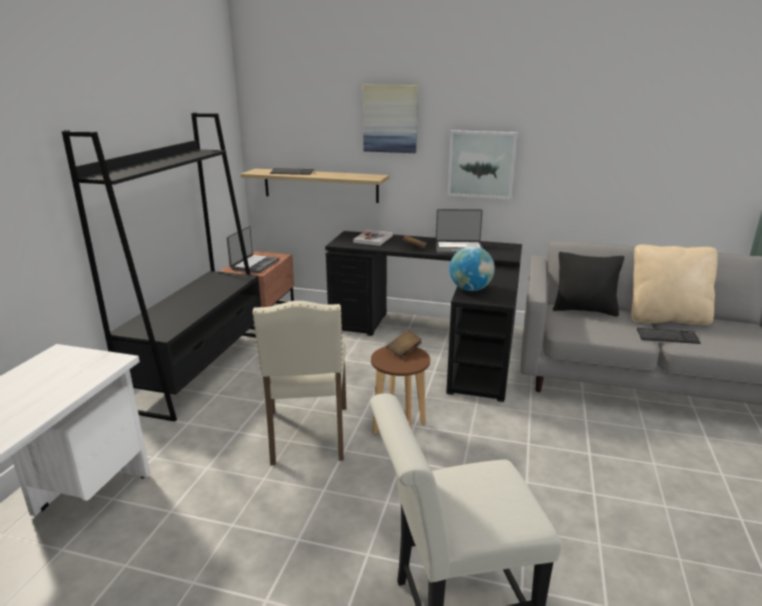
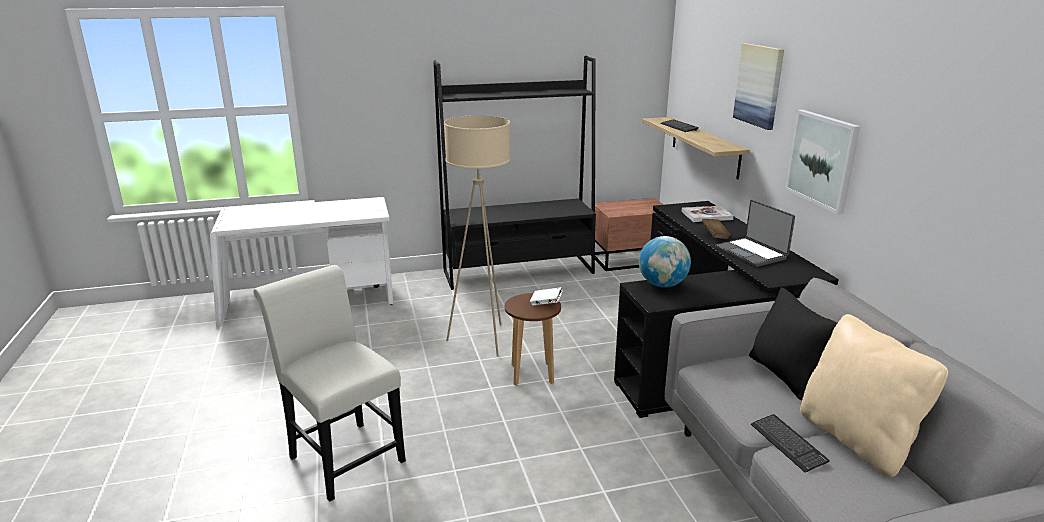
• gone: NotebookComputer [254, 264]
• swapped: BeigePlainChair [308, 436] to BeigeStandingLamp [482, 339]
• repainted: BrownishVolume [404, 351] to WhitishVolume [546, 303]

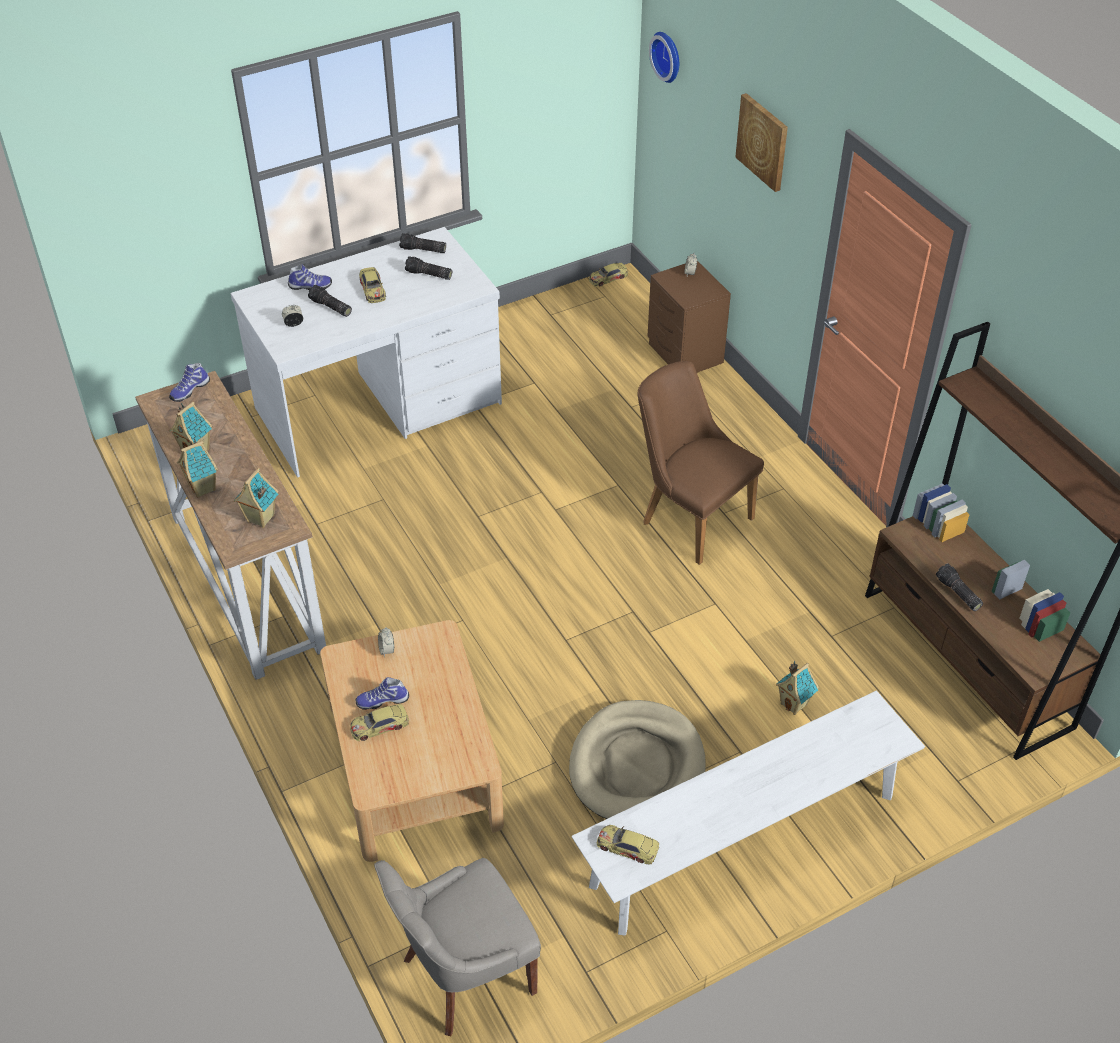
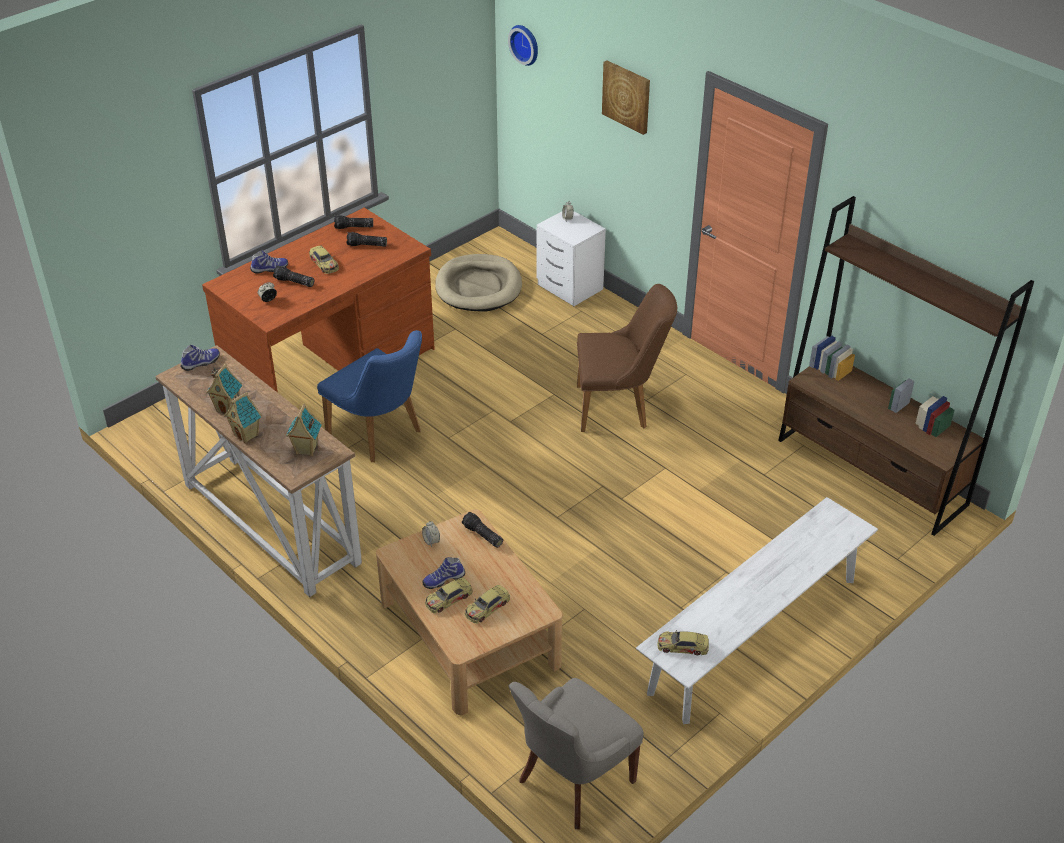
• repainted: WhitishDeskTable [379, 406] to BrownishDeskTable [331, 368]
• repainted: BrownishBedsideTable [685, 354] to WhitishBedsideTable [570, 288]
• shifted: MiniatureCar [608, 278] to [487, 607]
• rotated: BrownishPlainChair [689, 516] = [619, 407] 150 degrees clockwise
• rotated: ItemOfFootwear [189, 390] = [201, 363] 150 degrees counterclockwise
• shifted: Torch [957, 593] to [482, 535]
• gone: MiniatureHouse [794, 704]
• shifted: BeigeDogBed [637, 767] to [478, 287]
• new: BluishPlainChair [381, 435]

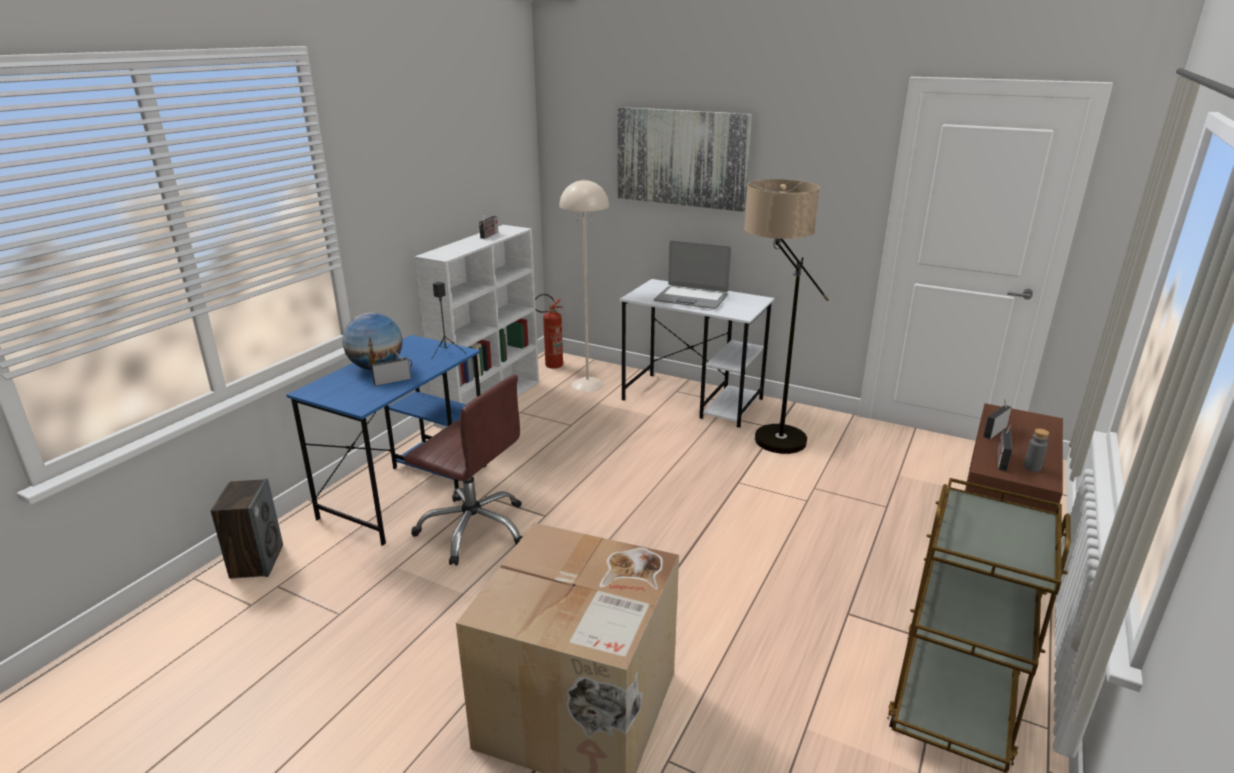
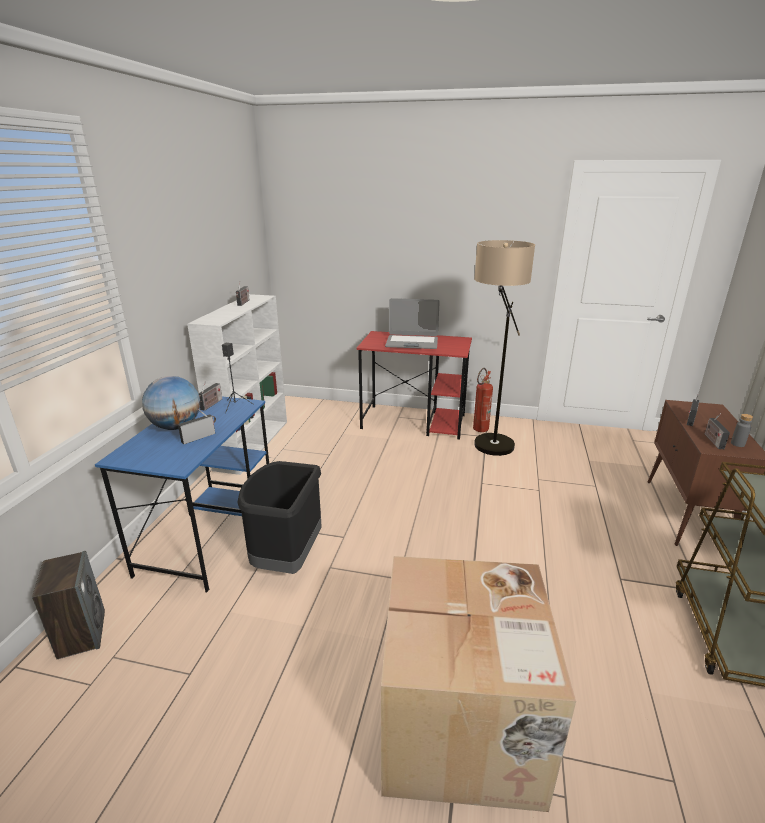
• gone: WallPicture [681, 158]
• gone: BeigeStandingLamp [587, 384]
• repainted: WhitishDeskTable [693, 399] to RedDeskTable [414, 422]
• shifted: FireFightingCylinder [550, 366] to [479, 430]
• swapped: BrownishDeskChair [474, 528] to BlackishRubbishBin [286, 560]
• new: RadioReceiver [211, 405]

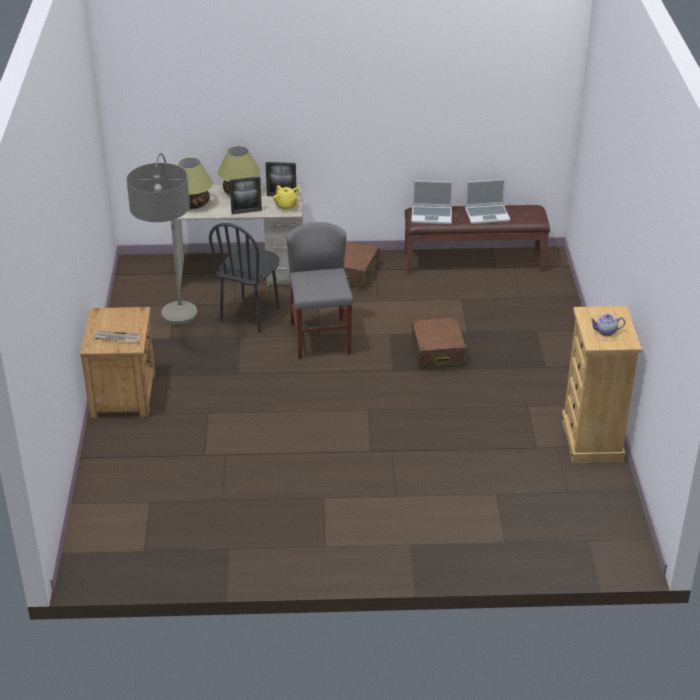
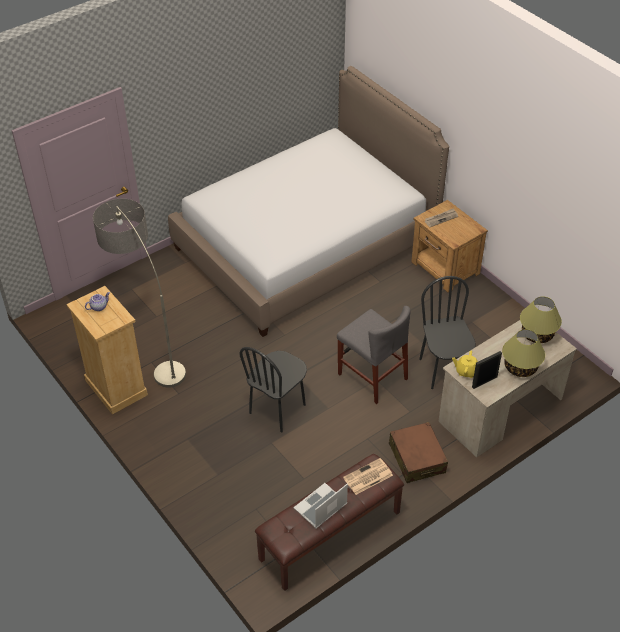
• shifted: StandingLamp [175, 340] to [150, 352]
• gone: PhotoFrame [246, 211]
• swapped: NotebookComputer [432, 216] to PrintedPaper [367, 477]
• swapped: BrownishTravelCase [437, 352] to BlackishPlainChair [277, 409]
• new: SleepingBed [306, 245]

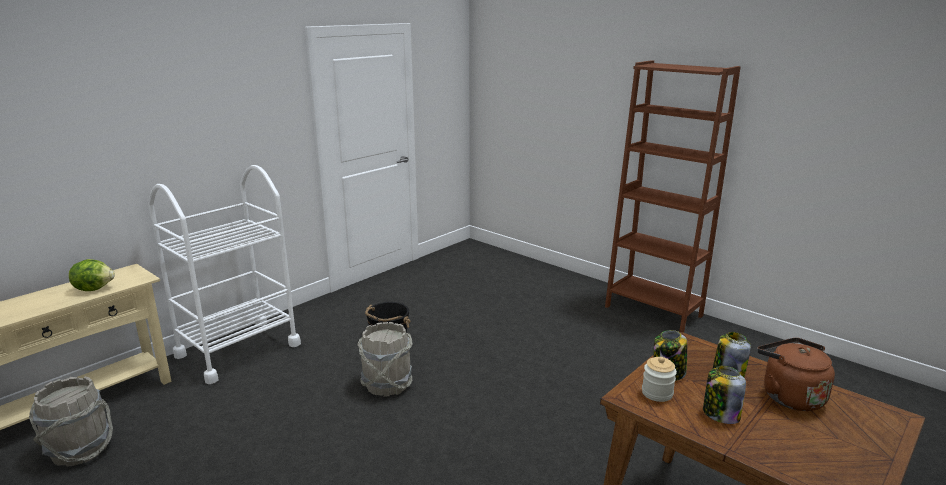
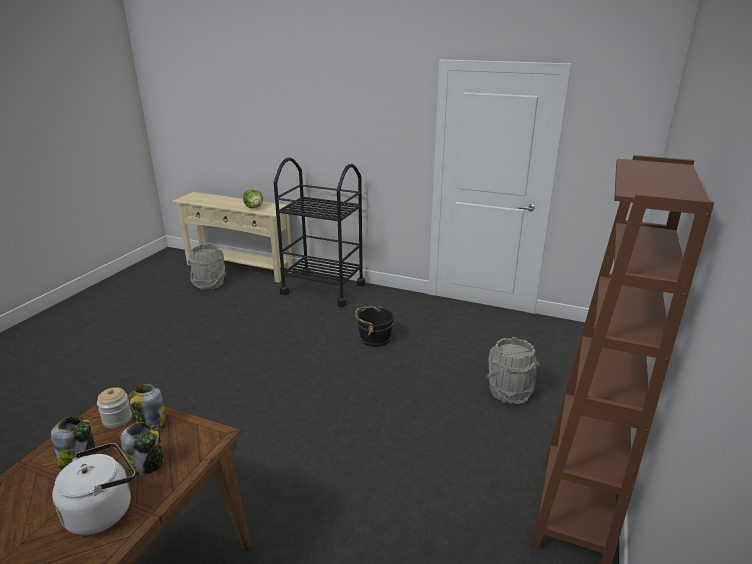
• repainted: WhitishCart [238, 350] to BlackishCart [323, 289]
• shifted: GreyishPail [387, 384] to [509, 392]
• repainted: BrownishKettle [789, 396] to WhitishKettle [103, 510]

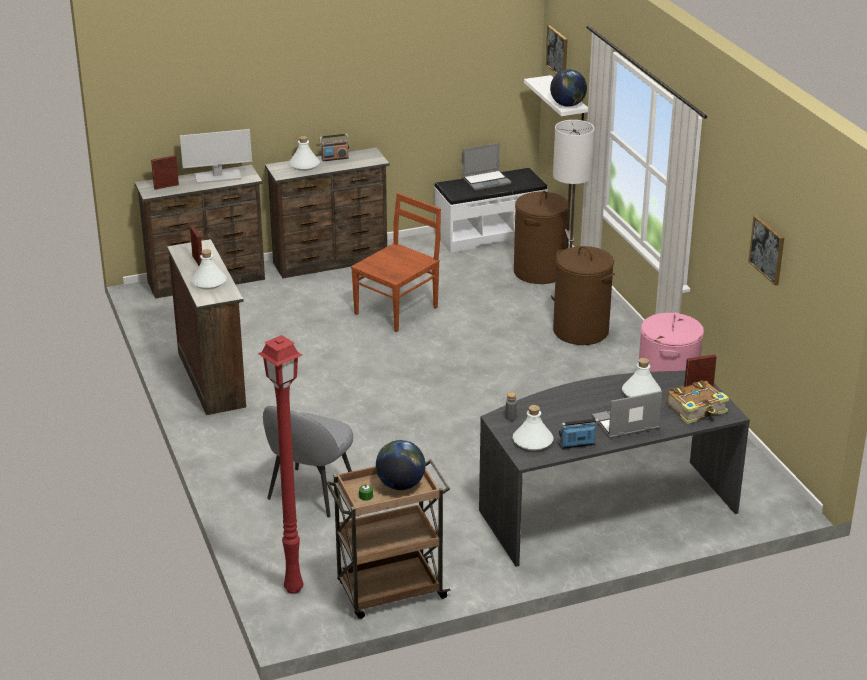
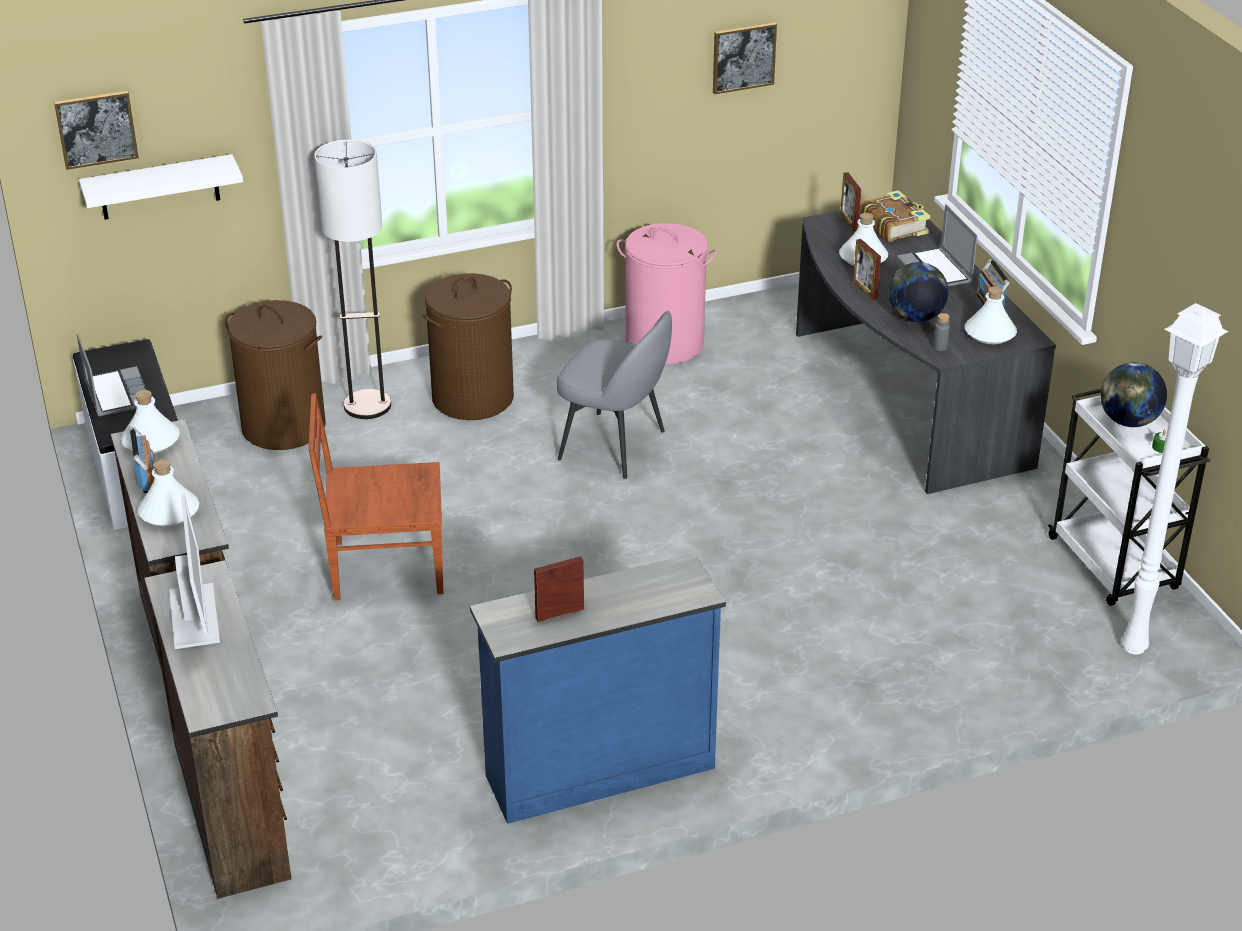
• shifted: Globe [567, 105] to [915, 317]
• shifted: PhotoFrame [166, 186] to [865, 290]
• rotated: BrownishPlainChair [398, 310] = [384, 567] 45 degrees counterclockwise
• repainted: BrownishChestOfDrawers [213, 378] to BluishChestOfDrawers [597, 770]
• shifted: WhitishBottle [208, 282] to [150, 441]
• repainted: RedStandingLamp [292, 588] to WhitishStandingLamp [1134, 649]
• shifted: GreyishPlainChair [310, 494] to [615, 446]
• repainted: BrownishCart [389, 591] to WhitishCart [1114, 565]

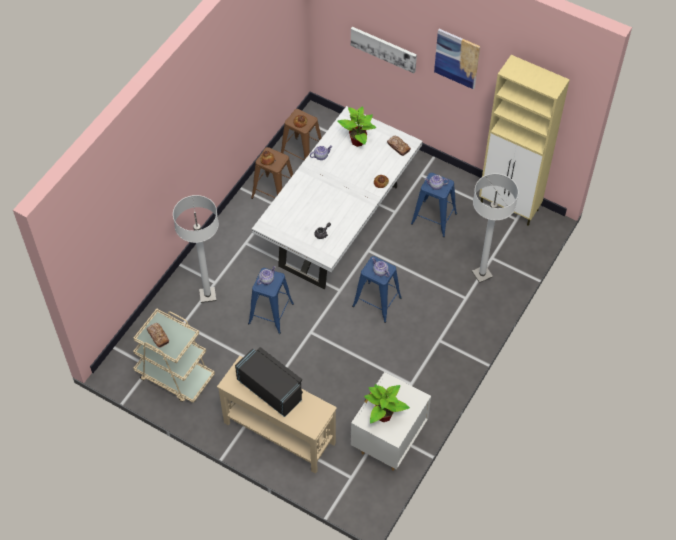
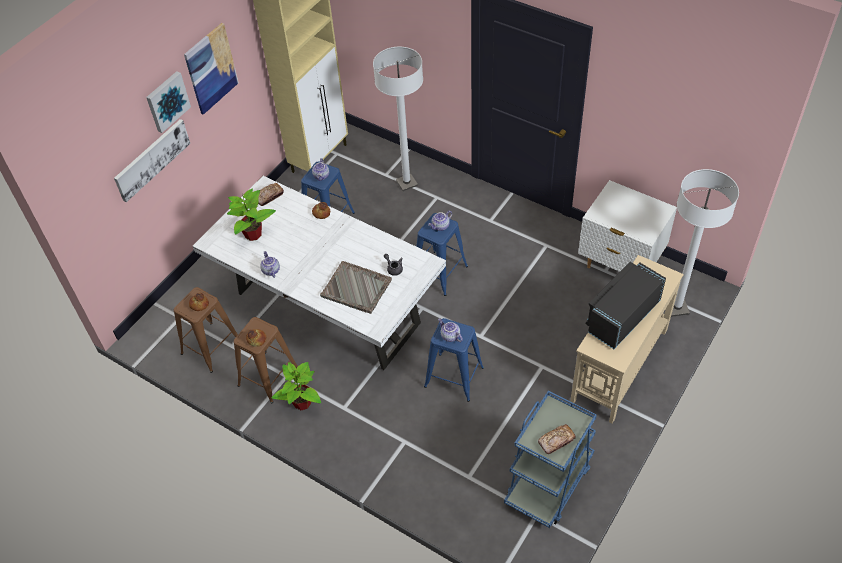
• shifted: WhitishStandingLamp [207, 295] to [677, 308]
• repainted: BeigeCart [174, 375] to BluishCart [548, 483]
• shifted: Houseplant [383, 415] to [302, 403]
• new: WallPicture [167, 101]
• new: GreyishTray [357, 288]

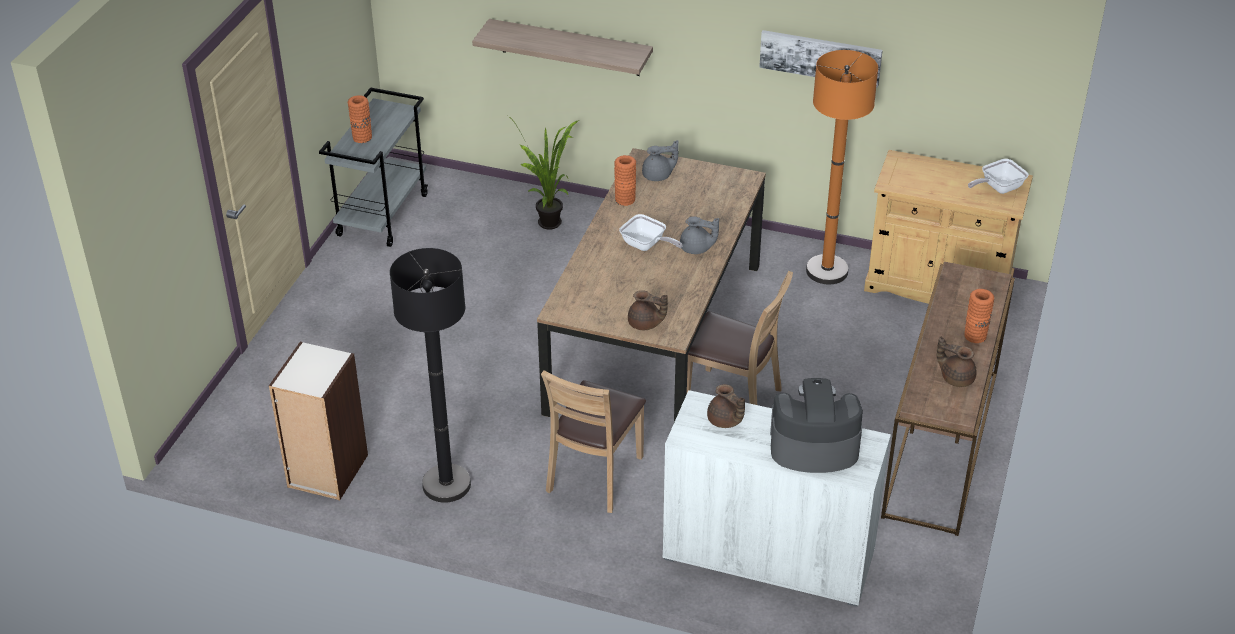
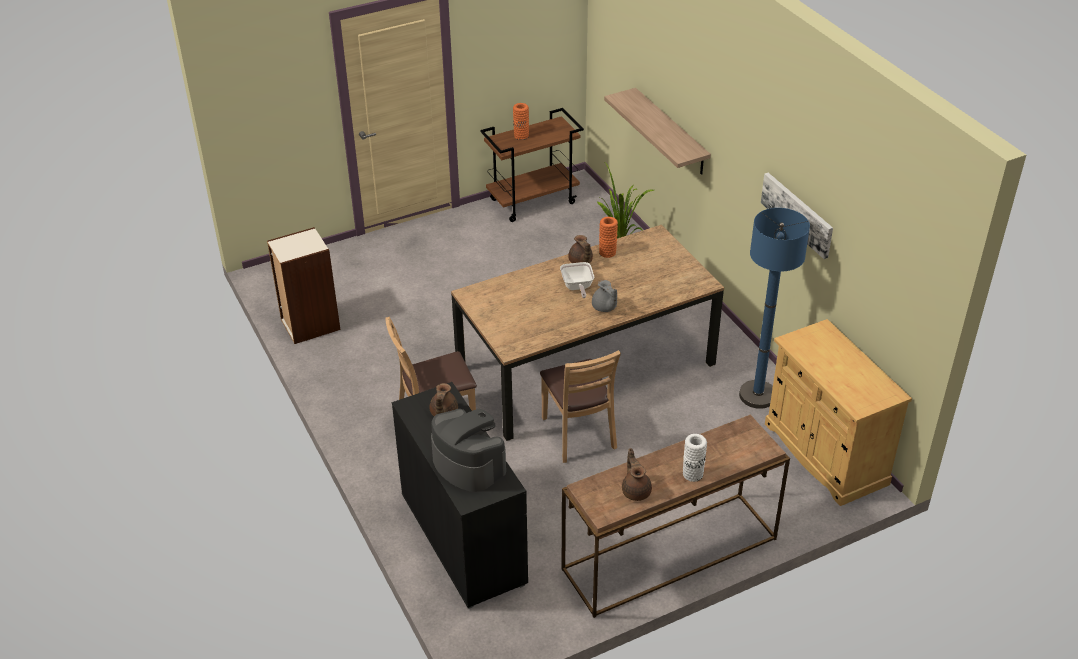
• repainted: OrangeyStandingLamp [827, 271] to BluishStandingLamp [757, 395]
• repainted: GreyishCart [382, 214] to BrownishCart [533, 201]
• gone: GreyishTeapot [658, 176]
• gone: Skillet [998, 188]
• gone: BlackishStandingLamp [446, 484]
• repainted: OrangeyDecorativeVase [975, 336] to WhitishDecorativeVase [692, 474]
• shifted: BrownishTeapot [645, 324] to [580, 262]
• repainted: WhitishCabinet [768, 554] to BlackishCabinet [463, 538]

